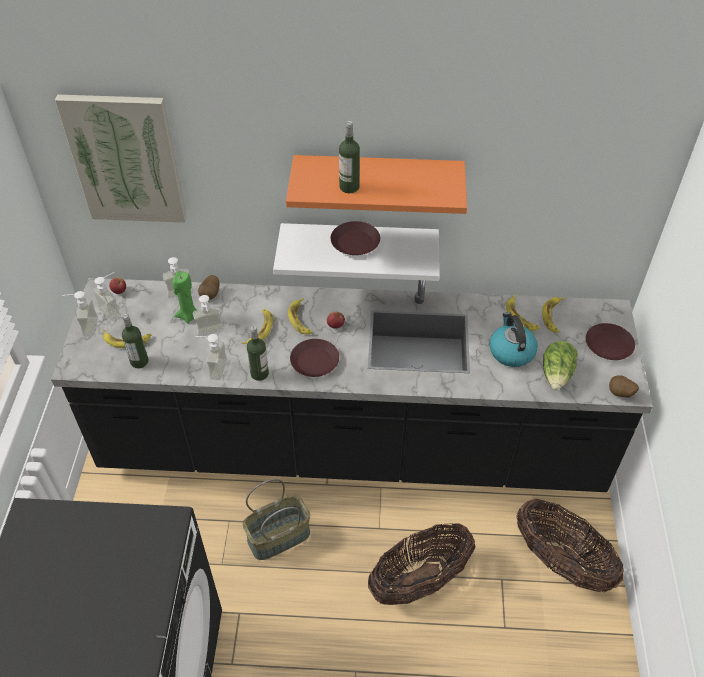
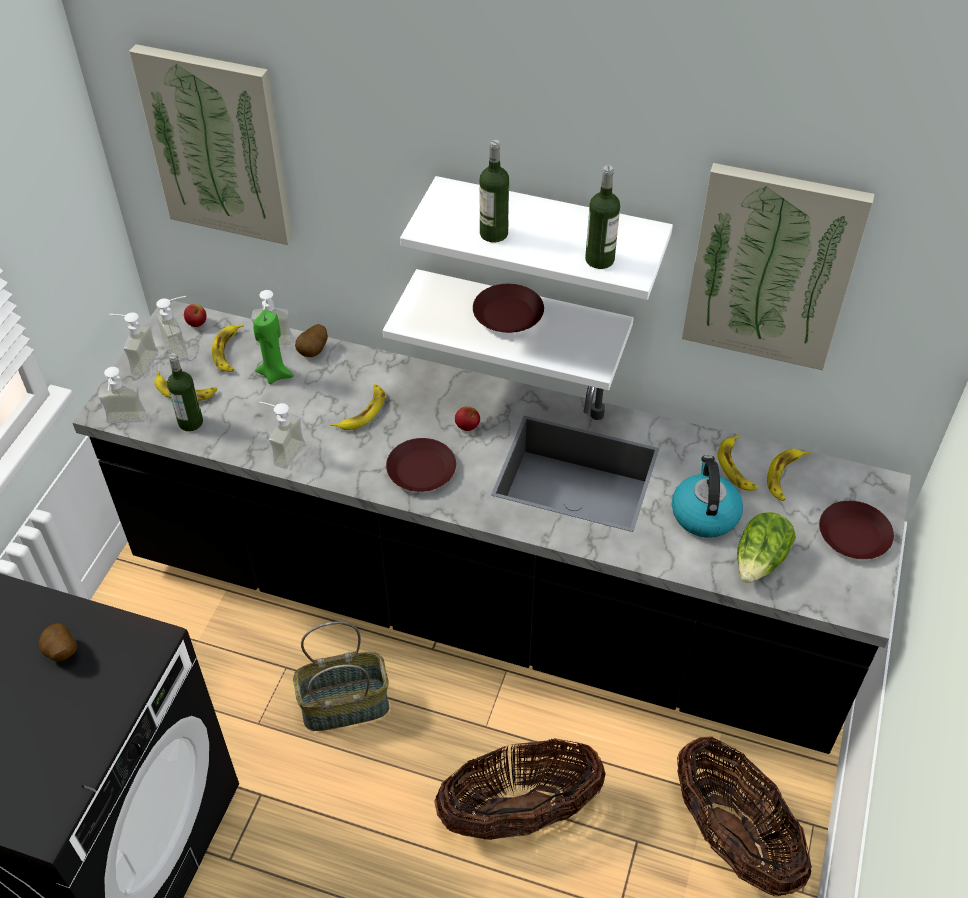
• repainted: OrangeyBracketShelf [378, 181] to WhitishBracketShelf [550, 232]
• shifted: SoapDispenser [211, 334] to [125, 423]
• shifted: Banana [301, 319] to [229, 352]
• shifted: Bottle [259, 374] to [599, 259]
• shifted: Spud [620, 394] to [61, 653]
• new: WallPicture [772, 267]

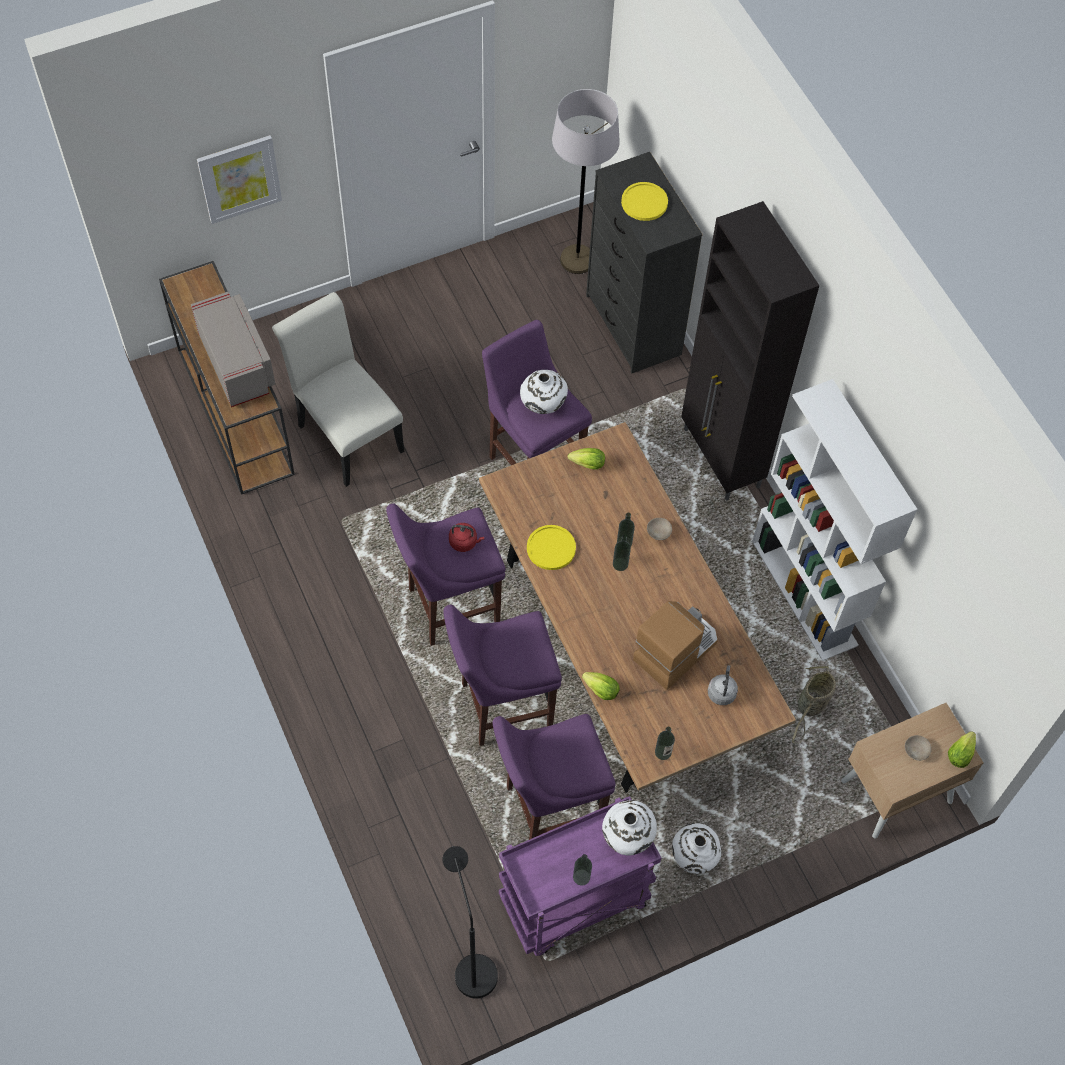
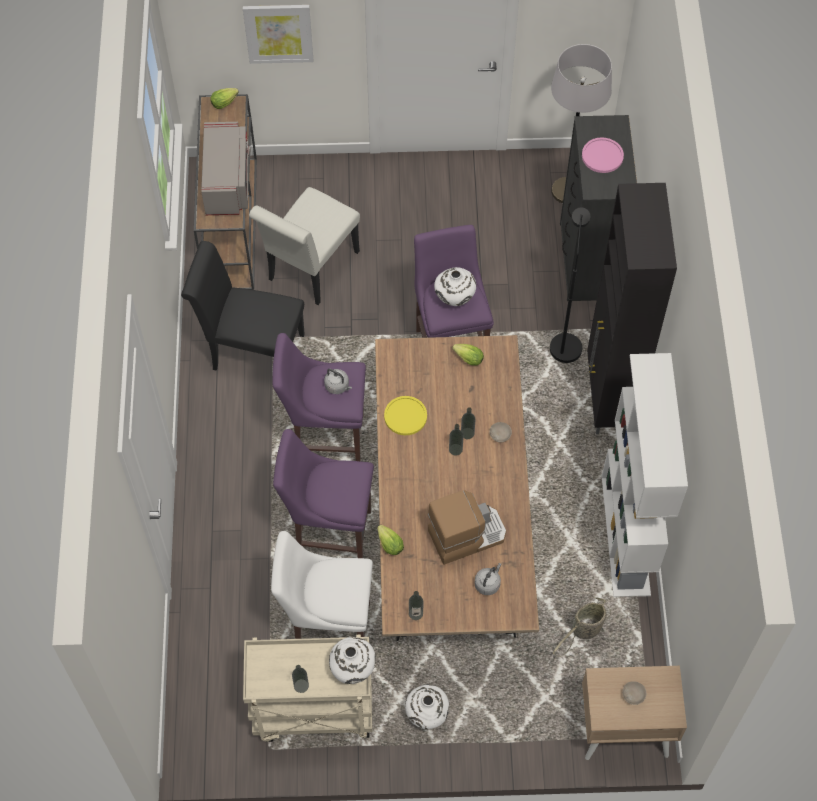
• repainted: YellowishDinnerPlate [644, 202] to PinkColouredDinnerPlate [602, 156]
• rotated: WhitishPlainChair [346, 433] = [310, 270] 135 degrees counterclockwise
• repainted: RedKettle [464, 542] to GreyishKettle [338, 386]
• repainted: PurplishStool [548, 808] to WhitishStool [328, 629]
• shifted: HeadOfLettuce [961, 752] to [225, 102]
• repainted: PurplishCart [573, 903] to BeigeCart [312, 712]
• shifted: BlackishStandingLamp [471, 965] to [565, 341]
• new: BlackishPlainChair [251, 350]

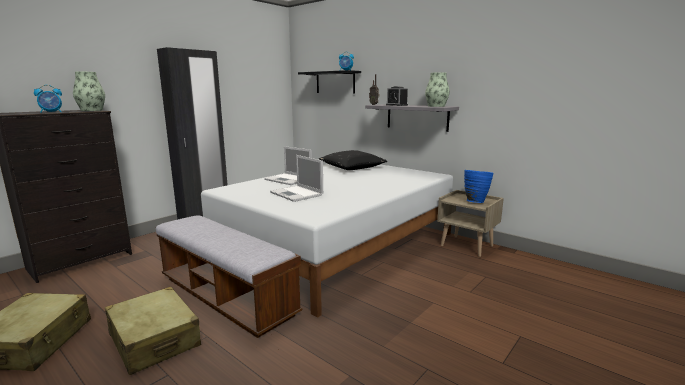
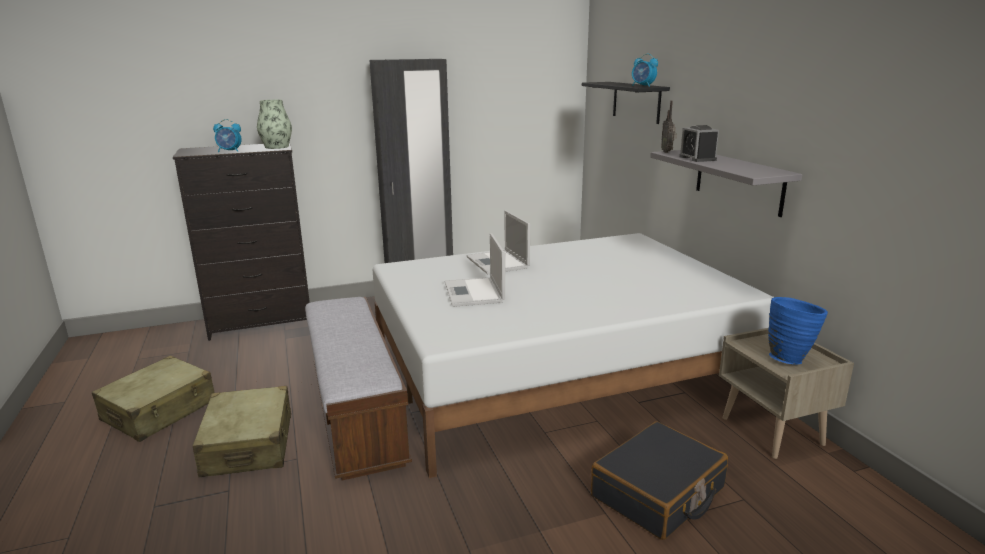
• gone: DecorativeVase [436, 106]
• gone: BlackishThrowPillow [352, 167]
• new: BlackishTravelCase [658, 493]

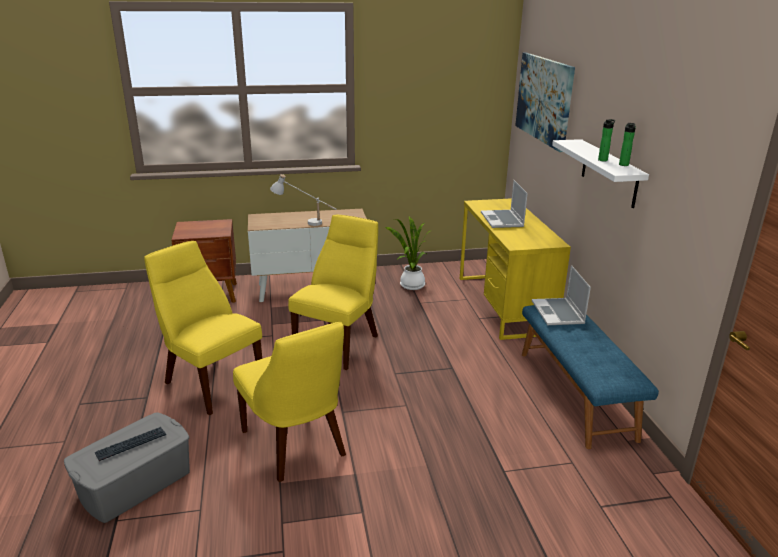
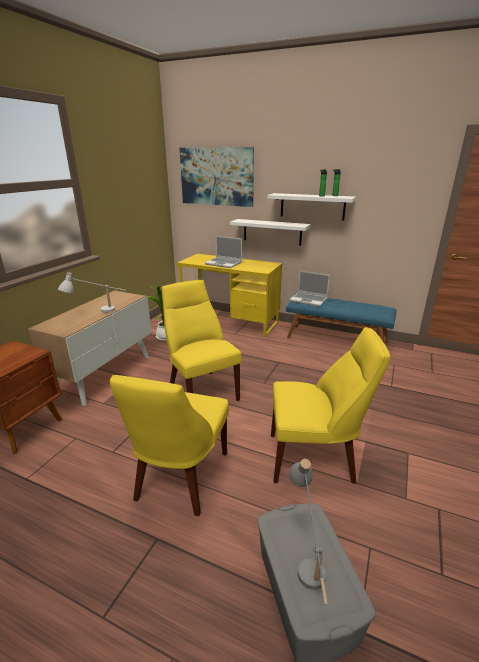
• rotated: YellowishPlainChair [211, 382] = [180, 478] 60 degrees counterclockwise
• swapped: Keyboard [131, 444] to GreyishTableLamp [306, 555]
• new: WhitishBracketShelf [272, 232]

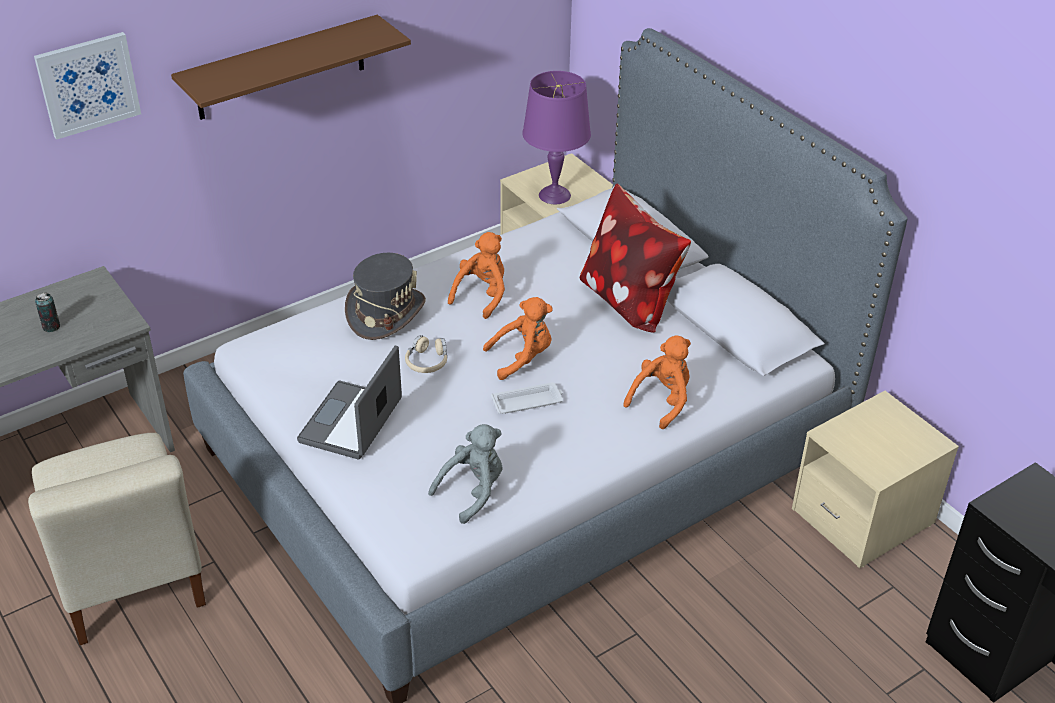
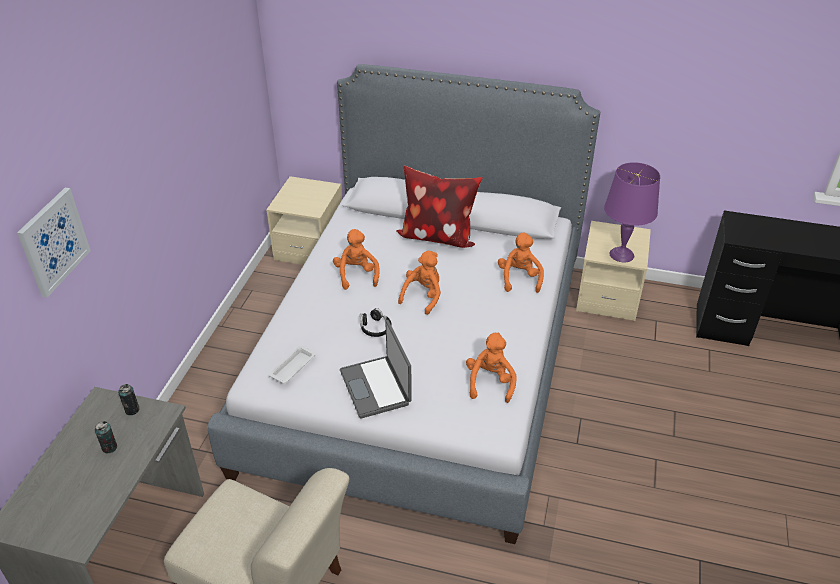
• gone: BrownishBracketShelf [281, 68]
• shifted: PurplishTableLamp [555, 195] to [622, 255]
• gone: GreyishHat [385, 313]
• repainted: BeigePairOfHeadphones [427, 361] to BlackishPairOfHeadphones [375, 328]
• shifted: WhitishTray [528, 402] to [293, 366]
• repainted: GreyishSoftToy [473, 491] to OrangeySoftToy [490, 382]
• new: Can [132, 410]

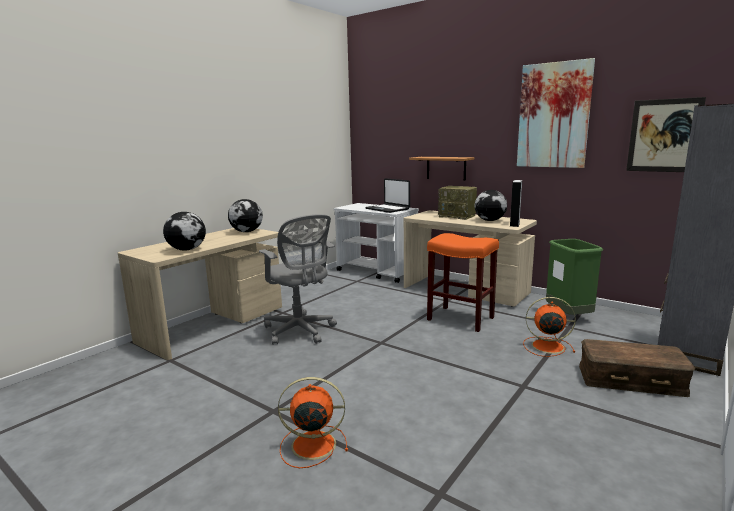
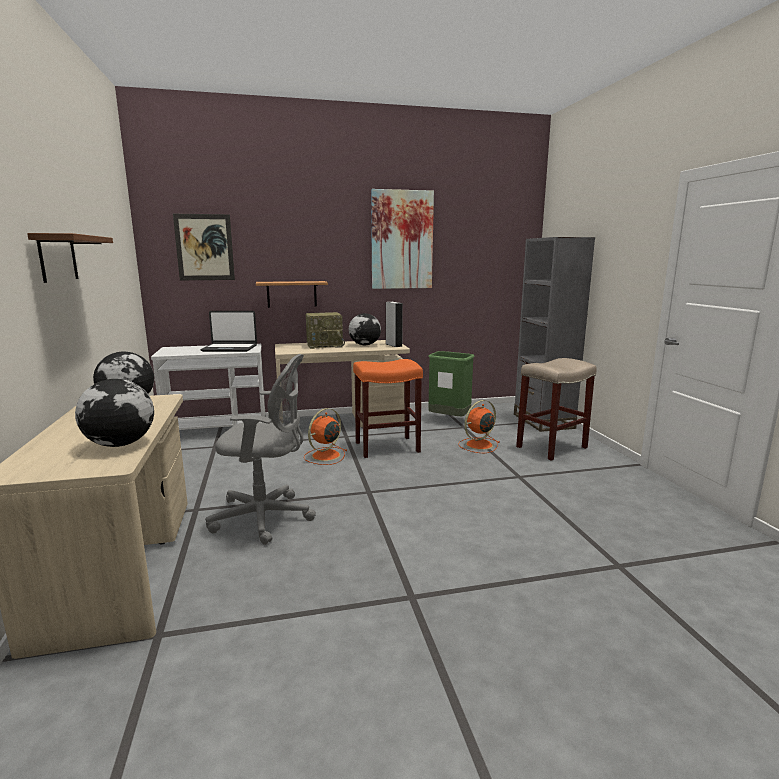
• shifted: WallPicture [663, 135] to [204, 247]
• swapped: BrownishStorageBox [630, 379] to BeigeStool [552, 447]
• shifted: OrangeyElectricFan [311, 445] to [325, 456]
• new: BrownishBracketShelf [58, 258]

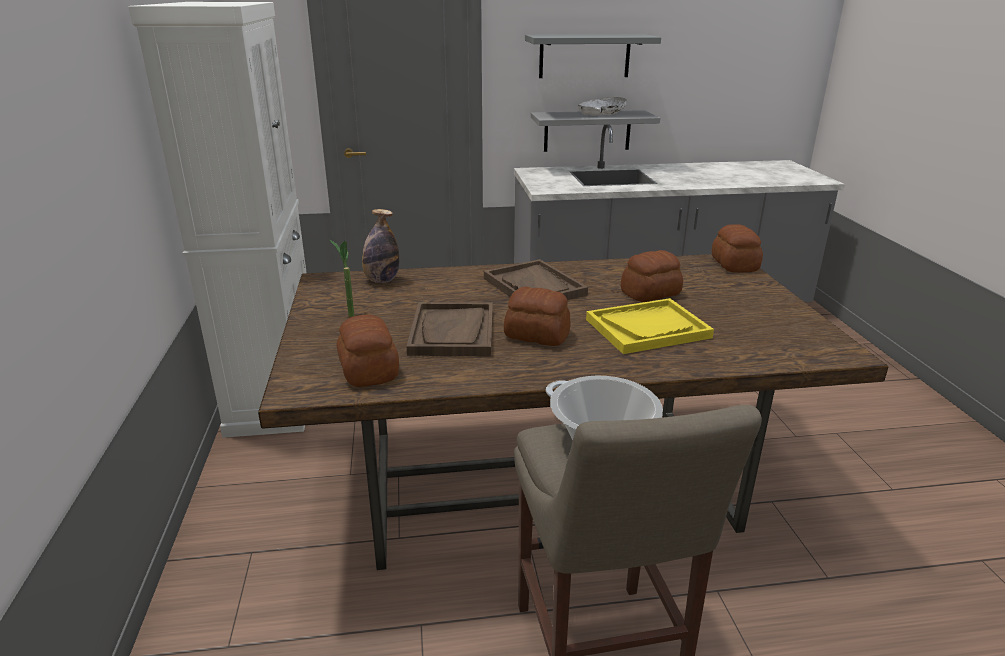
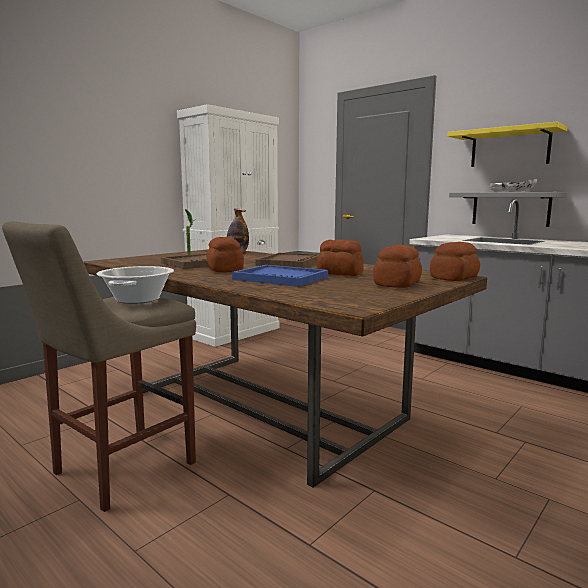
• repainted: GreyishBracketShelf [584, 56] to YellowishBracketShelf [509, 148]
• repainted: YellowishTray [647, 328] to BluishTray [281, 278]
• shifted: BakeryBread [369, 370] to [398, 284]

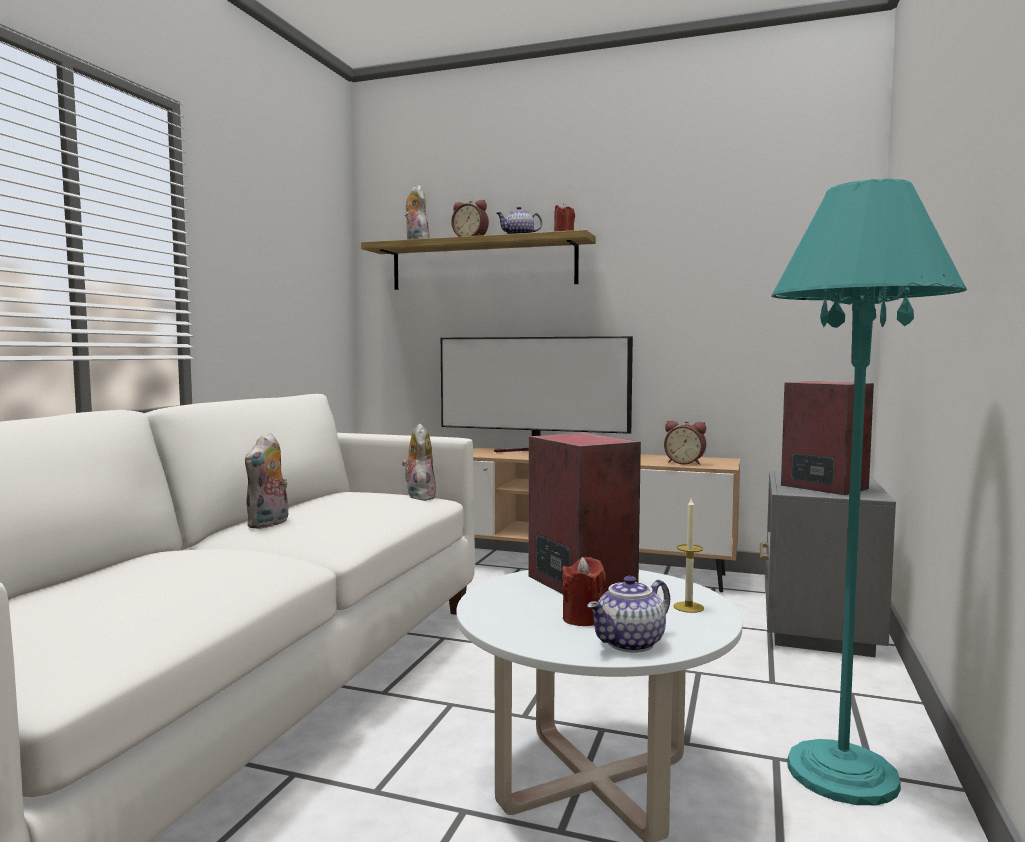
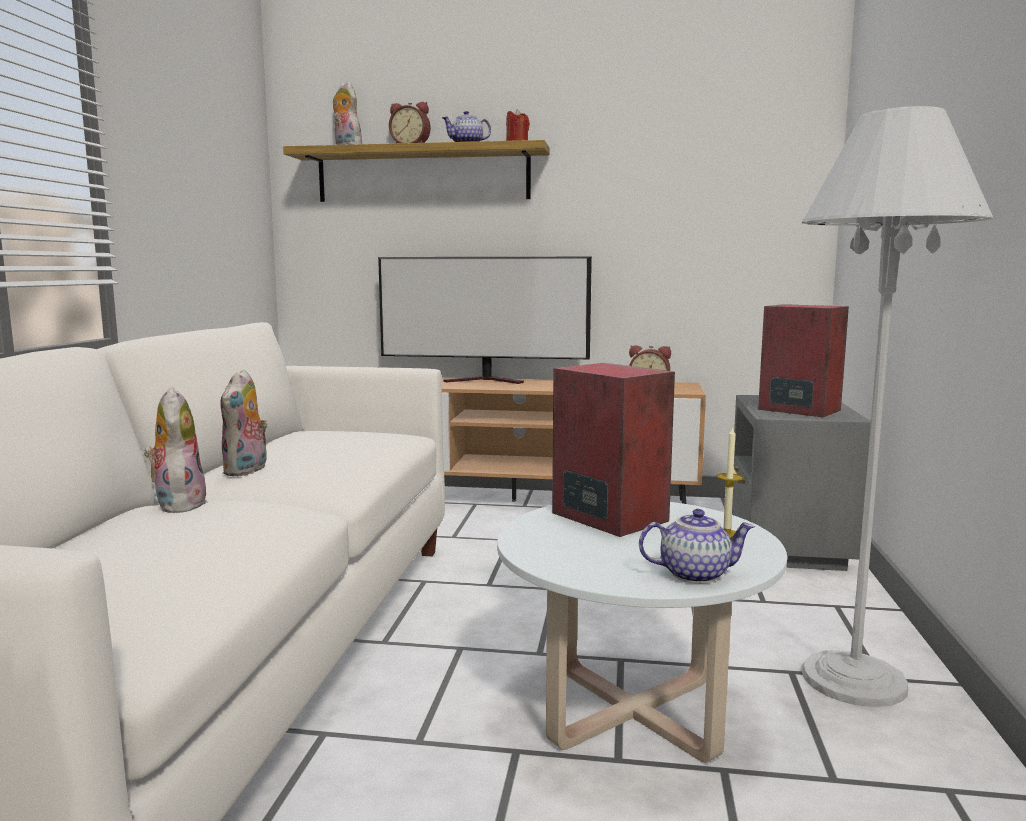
• repainted: TurquoiseStandingLamp [842, 773] to WhitishStandingLamp [854, 680]
• shifted: SoftToy [419, 497] to [178, 504]
• gone: RedCandle [583, 619]
• rotated: Teapot [630, 644] = [695, 574] 135 degrees counterclockwise

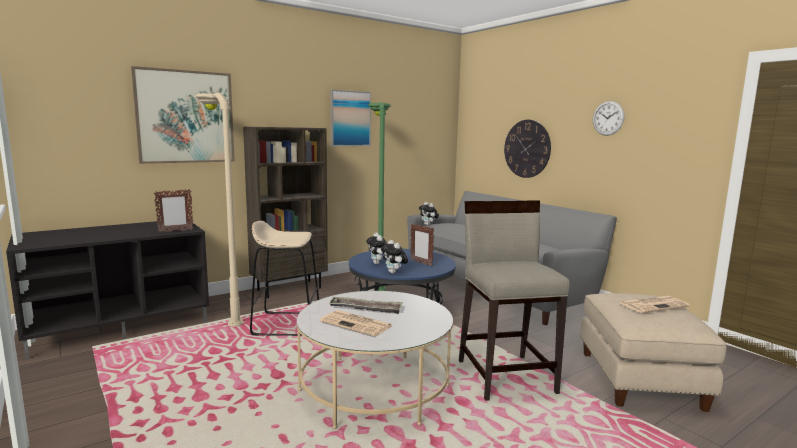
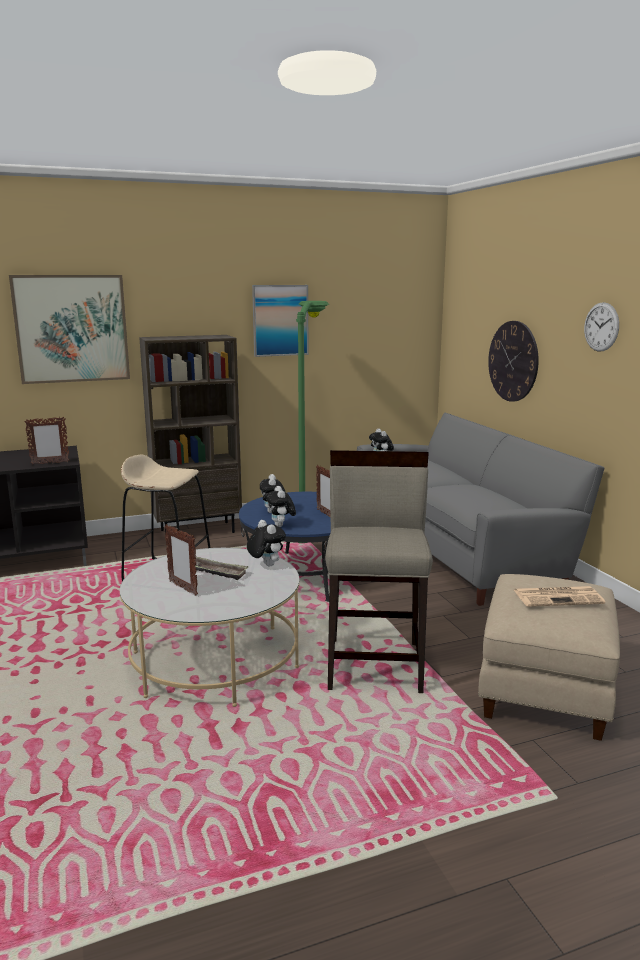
• gone: BeigeStandingLamp [225, 308]
• swapped: PrintedPaper [357, 324] to PhotoFrame [183, 588]
• new: SoftToy [266, 565]

